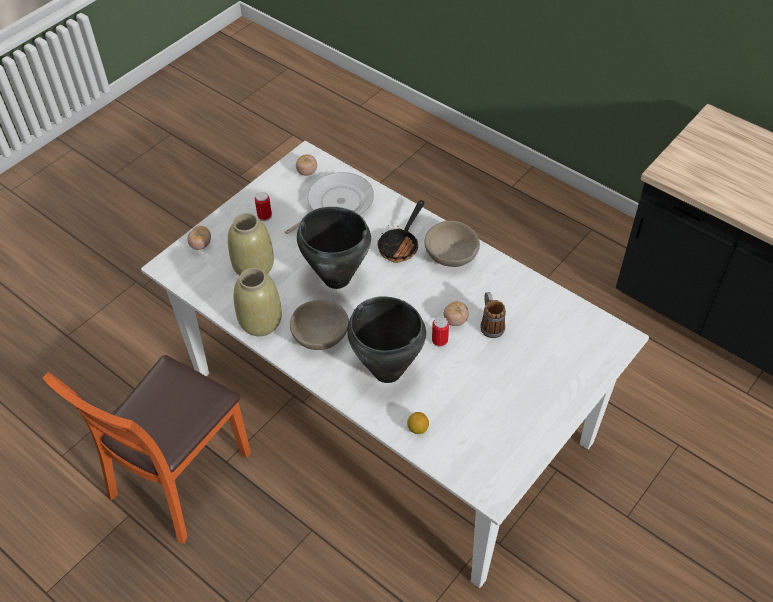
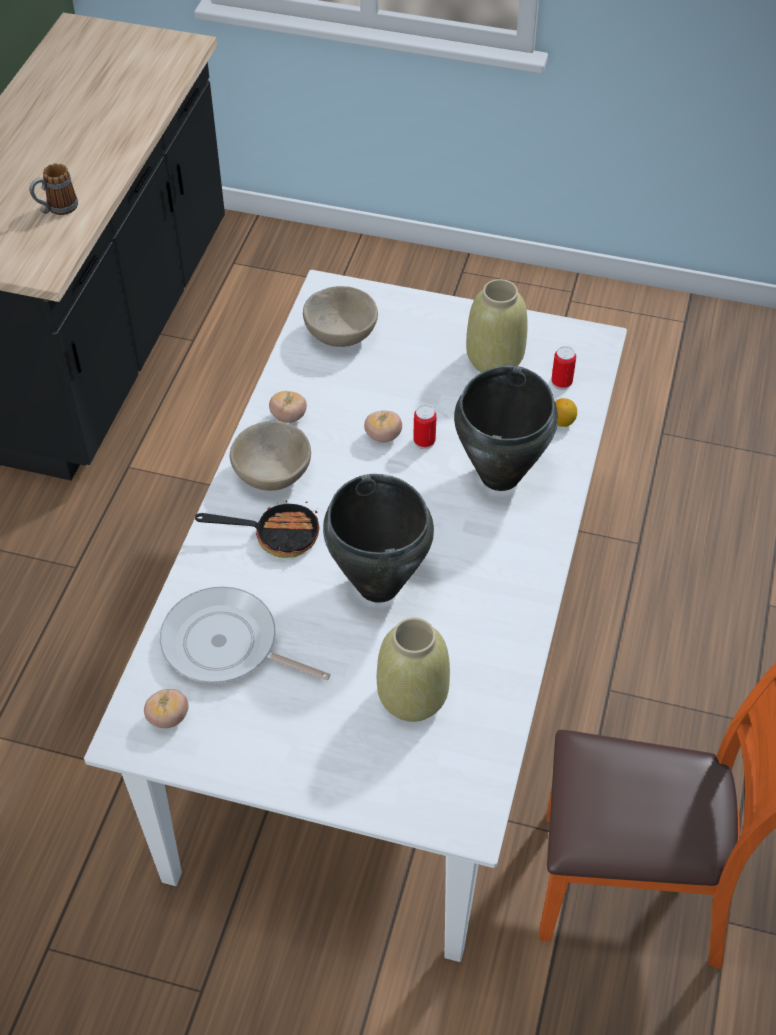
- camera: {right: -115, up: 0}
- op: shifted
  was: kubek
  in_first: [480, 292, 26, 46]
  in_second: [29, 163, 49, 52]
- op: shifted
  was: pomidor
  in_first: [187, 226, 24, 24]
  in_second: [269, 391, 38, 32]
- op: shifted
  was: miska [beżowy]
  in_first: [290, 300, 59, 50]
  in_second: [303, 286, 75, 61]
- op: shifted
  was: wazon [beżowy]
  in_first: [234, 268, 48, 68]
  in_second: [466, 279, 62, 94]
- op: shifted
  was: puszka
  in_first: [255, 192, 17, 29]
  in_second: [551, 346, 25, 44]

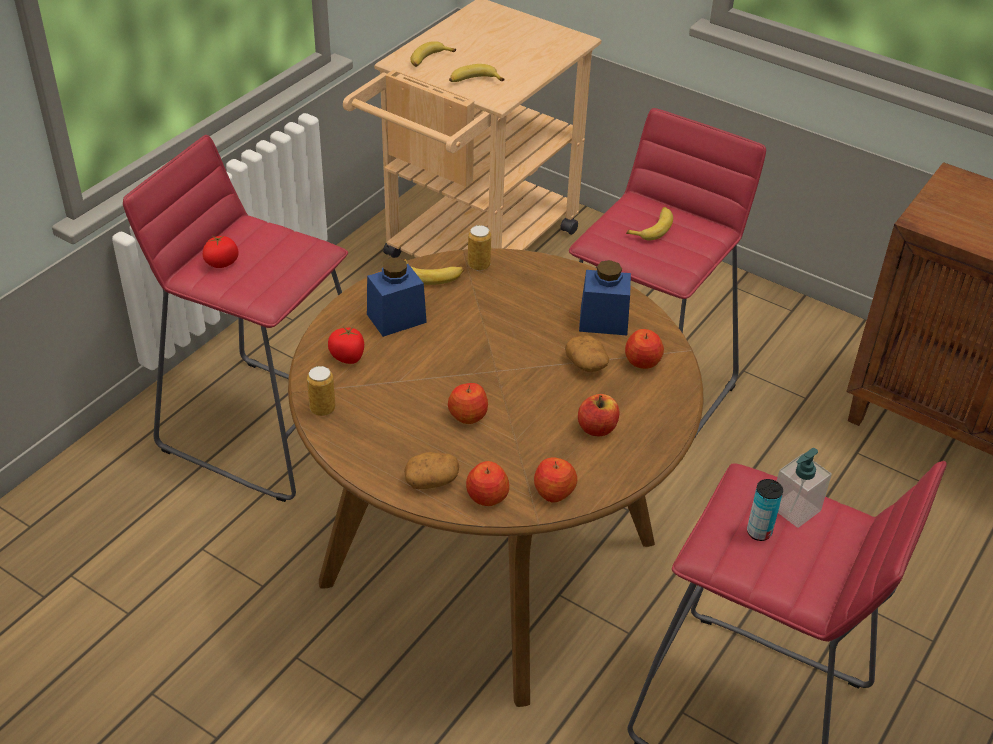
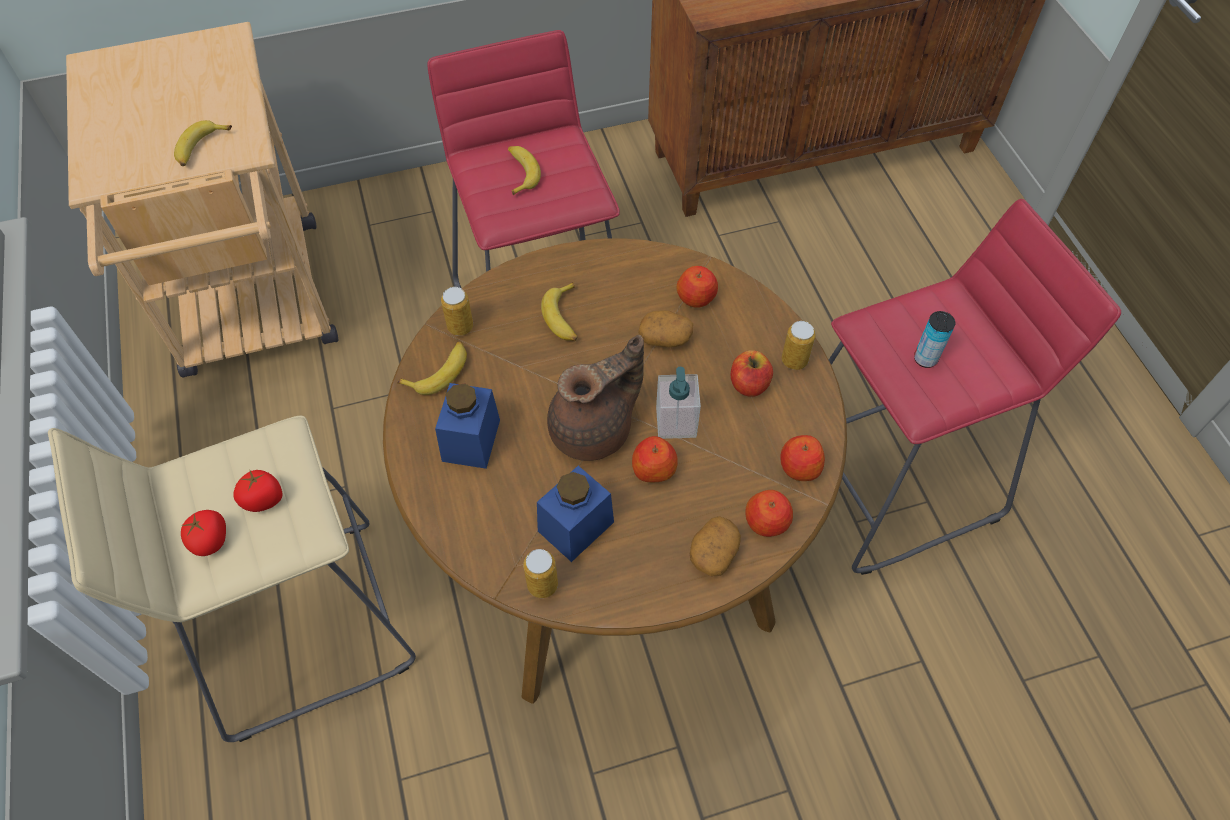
- camera: {right: -50, up: 15}
- op: repainted
  was: stołek [czerwony]
  now: stołek [beżowy]
  in_first: [123, 135, 225, 367]
  in_second: [48, 416, 368, 326]
- op: shifted
  was: pomidor
  in_first: [328, 326, 36, 38]
  in_second: [233, 469, 49, 43]
- op: shifted
  was: słoik [niebieski]
  in_first: [579, 260, 52, 75]
  in_second: [537, 466, 77, 96]
- op: shifted
  was: banan
  in_first: [410, 41, 46, 26]
  in_second: [541, 282, 37, 59]
- op: new
  now: imbryk [brązowy]
  in_second: [547, 335, 97, 126]
- op: shifted
  was: dozownik mydła
  in_first: [777, 448, 55, 80]
  in_second: [656, 367, 45, 72]
- op: new
  now: puszka
  in_second: [782, 321, 34, 49]

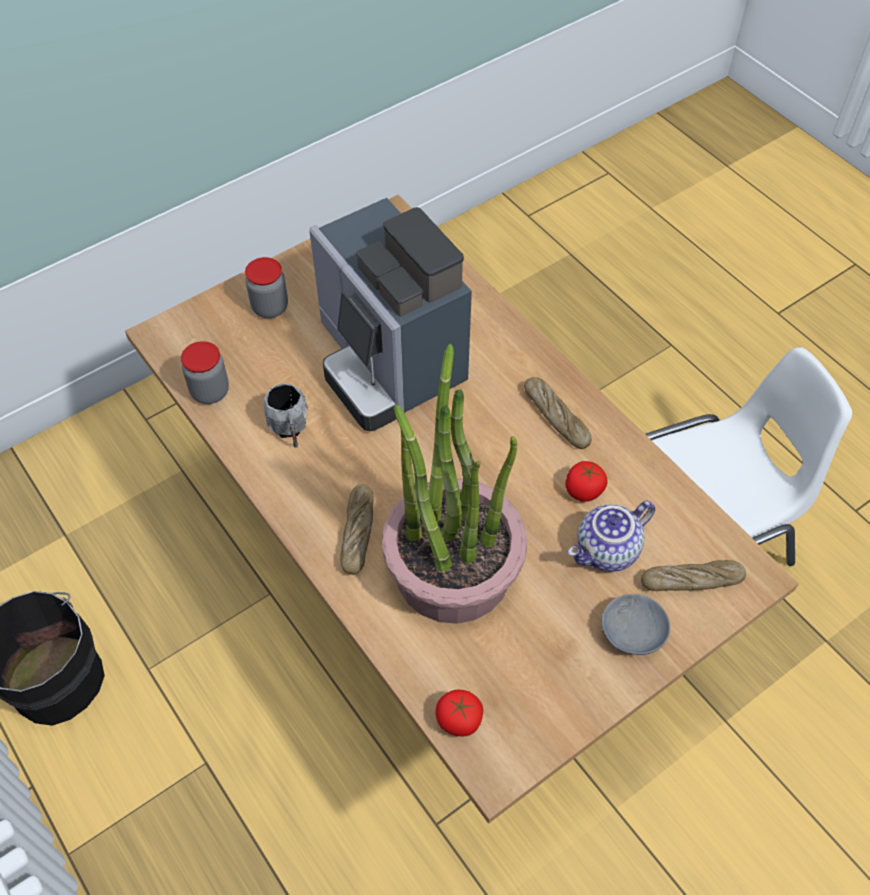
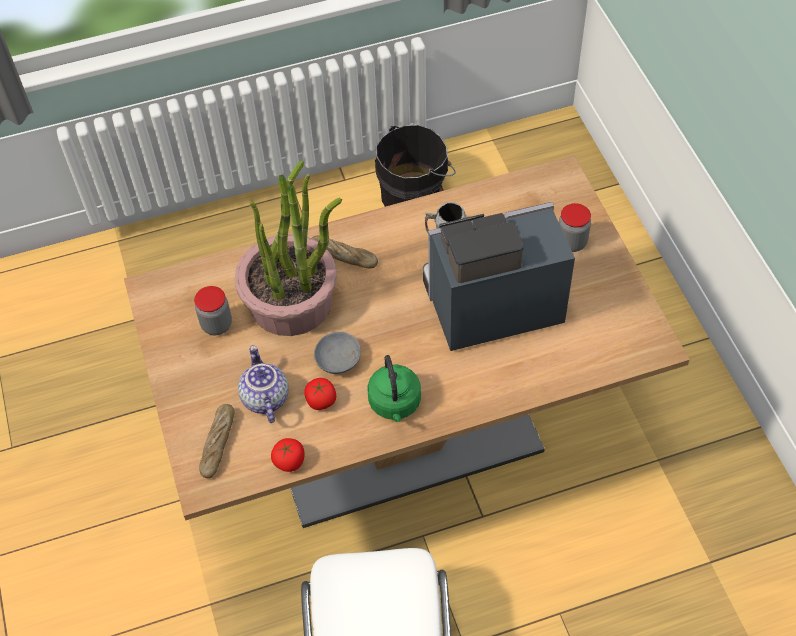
- camera: {right: 110, up: 0}
- op: shifted
  was: słoik
  in_first: [181, 341, 48, 63]
  in_second: [194, 286, 38, 49]
- op: shifted
  was: pomidor
  in_first: [435, 690, 48, 47]
  in_second: [271, 438, 34, 34]
- op: shifted
  was: miska [szary]
  in_first: [601, 594, 69, 61]
  in_second: [314, 332, 47, 42]
- op: swapped
  was: chleb
  now: czajnik [zielony]
  in_first: [524, 377, 67, 72]
  in_second: [367, 355, 54, 67]

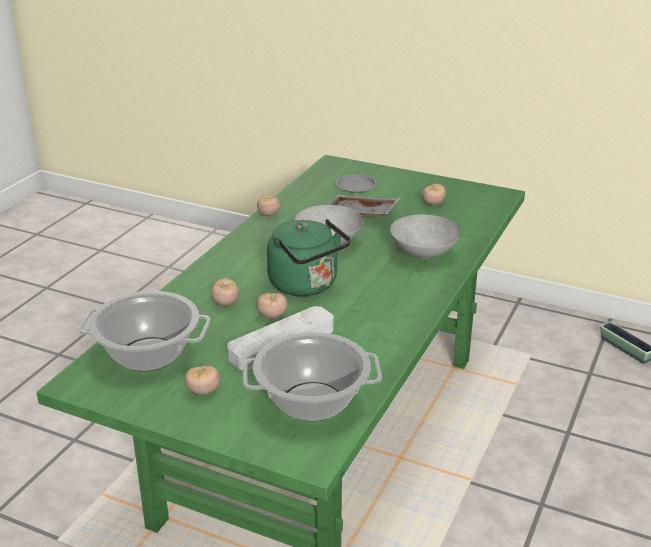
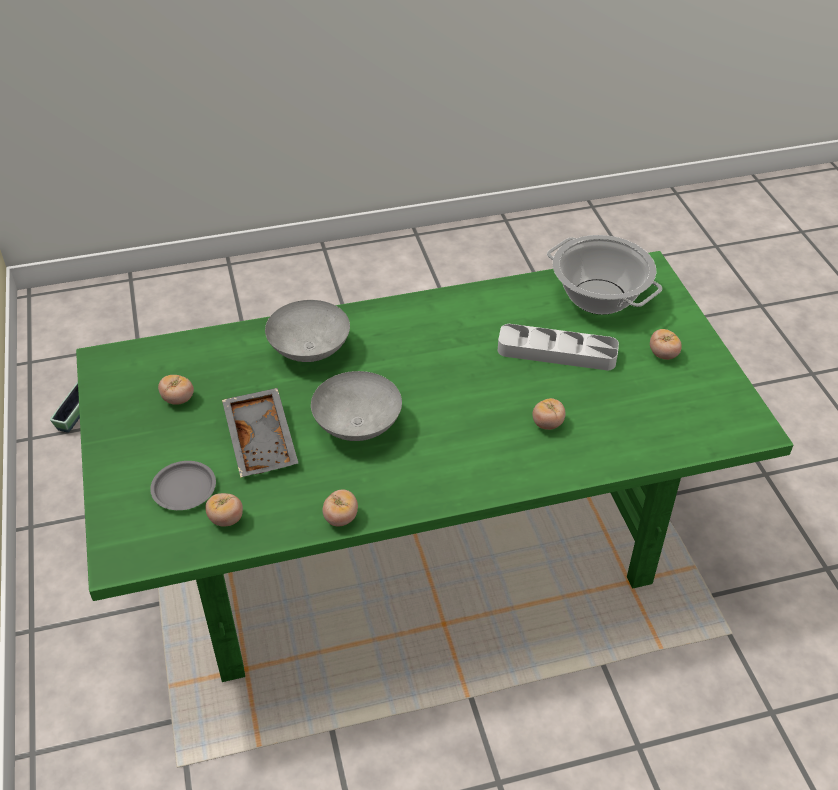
- camera: {right: -130, up: 15}
- op: shifted
  was: pomidor
  in_first: [257, 293, 31, 25]
  in_second: [205, 493, 38, 34]
- op: gone
  was: garnek
  in_first: [78, 291, 133, 80]
- op: gone
  was: czajnik [zielony]
  in_first: [267, 219, 84, 77]

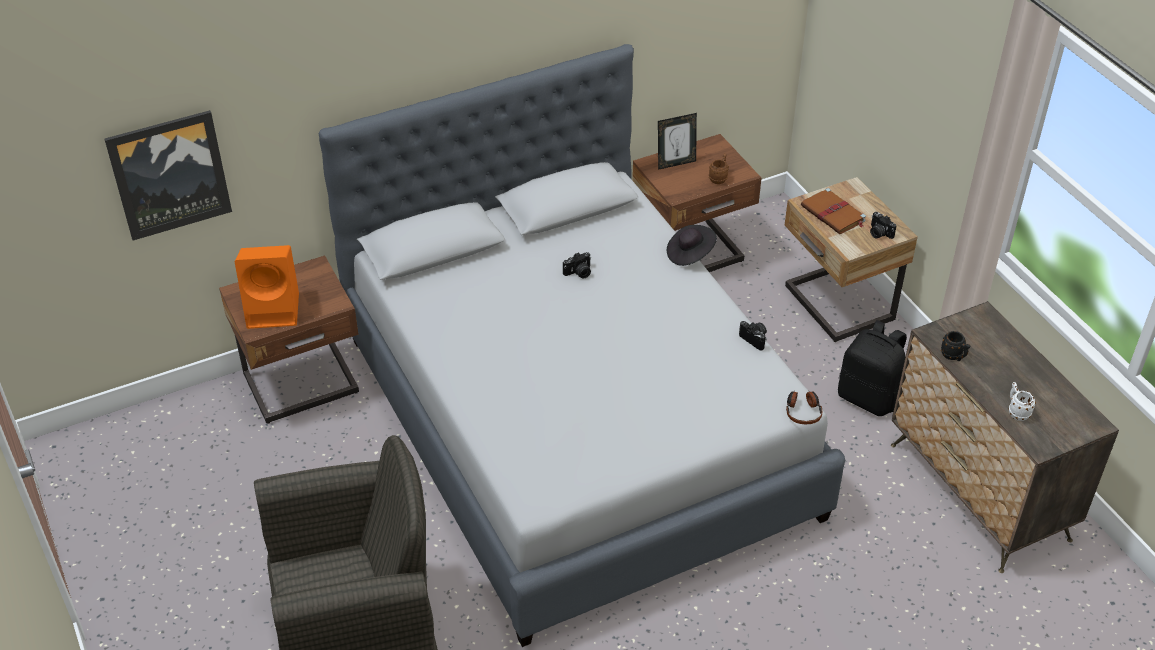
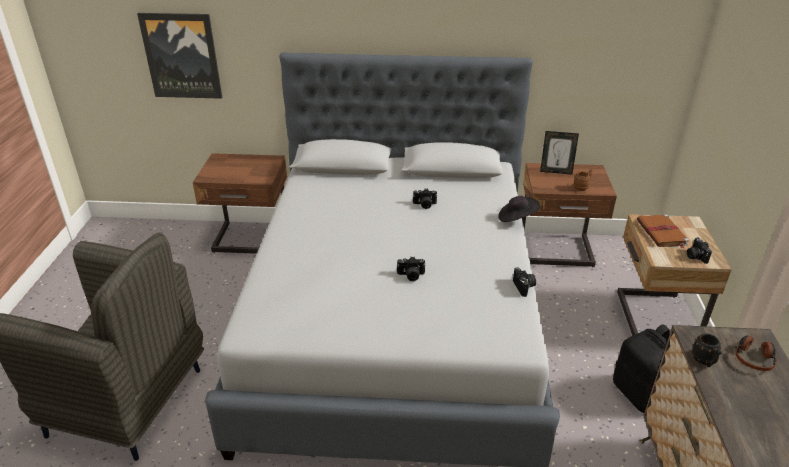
- camera: {right: 30, up: -10}
- op: new
  now: aparat fotograficzny
  in_second: [397, 257, 29, 24]
- op: shifted
  was: słuchawki
  in_first: [786, 390, 36, 34]
  in_second: [736, 335, 41, 36]
- op: gone
  was: głośnik [pomarańczowy]
  in_first: [235, 245, 64, 84]
- op: gone
  was: kubek [biały]
  in_first: [1009, 382, 27, 39]

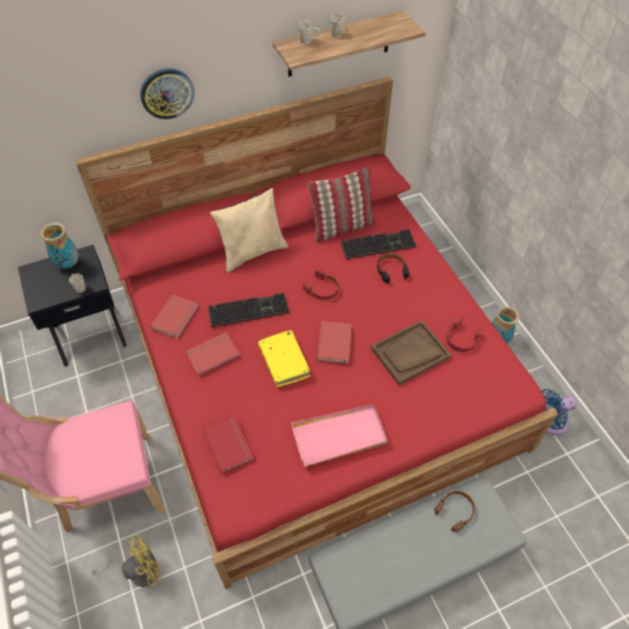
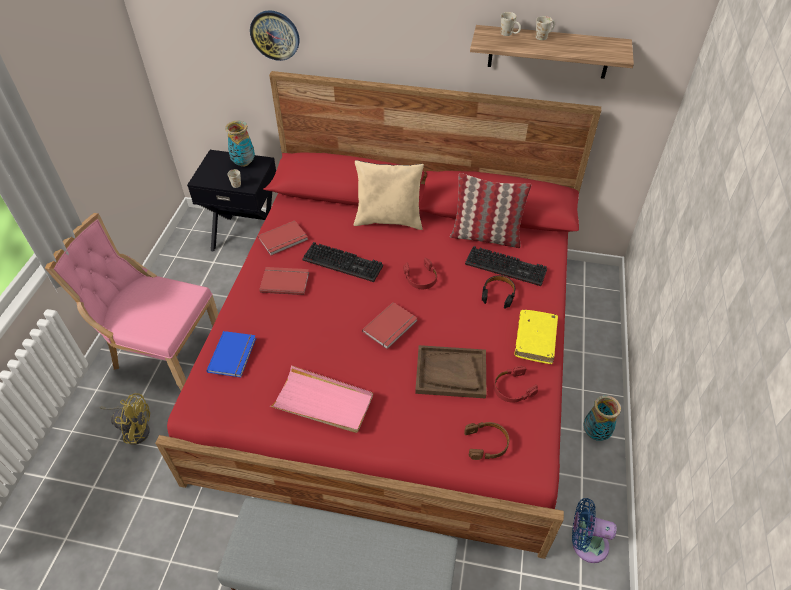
- camera: {right: 35, up: -5}
- op: repainted
  was: książka [czerwony]
  now: książka [niebieski]
  in_first: [203, 416, 51, 58]
  in_second: [207, 331, 49, 46]
- op: shifted
  was: zegar ścienny
  in_first: [140, 68, 54, 51]
  in_second: [250, 10, 49, 51]
- op: shifted
  was: słuchawki [brązowy]
  in_first: [434, 491, 41, 41]
  in_second: [464, 422, 45, 38]
- op: shifted
  was: książka [żółty]
  in_first: [258, 330, 52, 57]
  in_second: [514, 310, 44, 54]

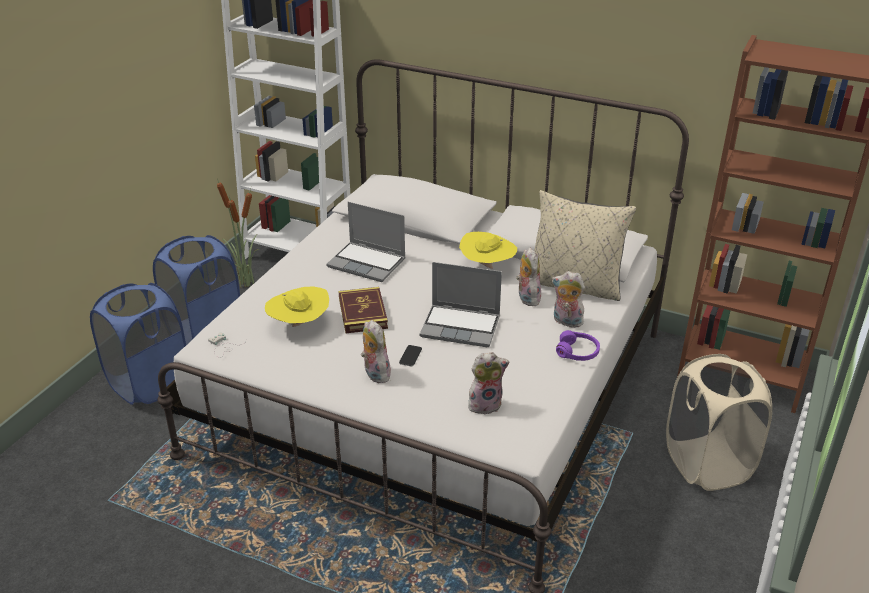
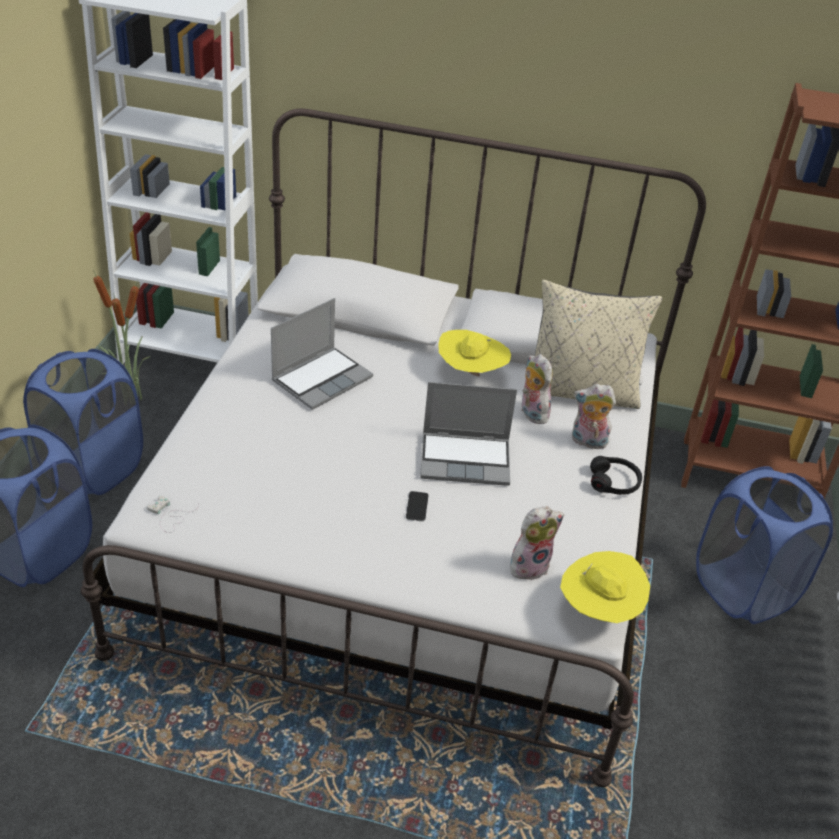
- camera: {right: -15, up: 5}
- op: rotated
  was: laptop
  in_first: [326, 202, 80, 80]
  in_second: [271, 298, 102, 112]
  clockwise: -60
- op: shifted
  was: kapelusz [żółty]
  in_first: [265, 286, 64, 41]
  in_second: [560, 551, 90, 72]
- op: repainted
  was: słuchawki [fioletowy]
  now: słuchawki [czarny]
  in_first: [556, 330, 44, 31]
  in_second: [590, 456, 52, 39]
- op: repainted
  was: kosz na pranie [beżowy]
  now: kosz na pranie [niebieski]
  in_first: [666, 354, 106, 137]
  in_second: [696, 466, 137, 158]
- op: gone
  was: książka
  in_first: [339, 287, 49, 46]
- op: gone
  was: pluszak
  in_first: [361, 320, 30, 63]

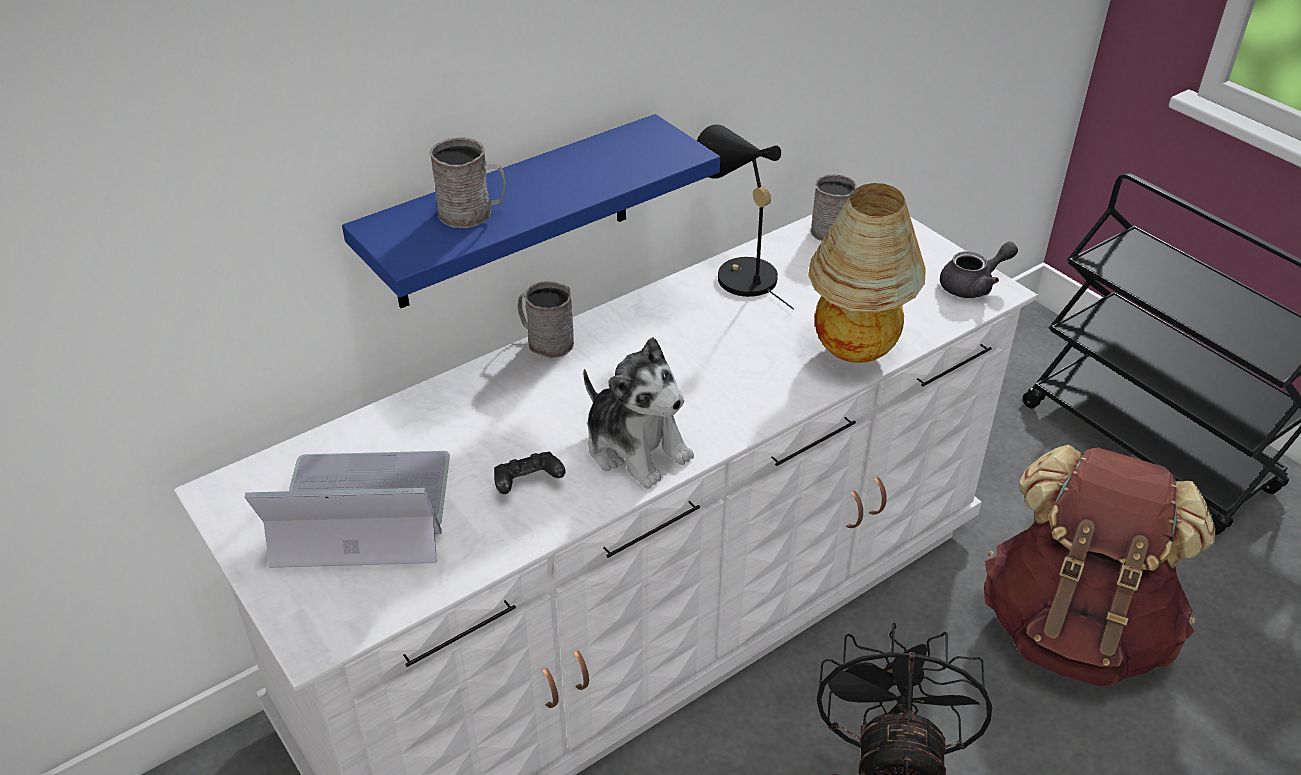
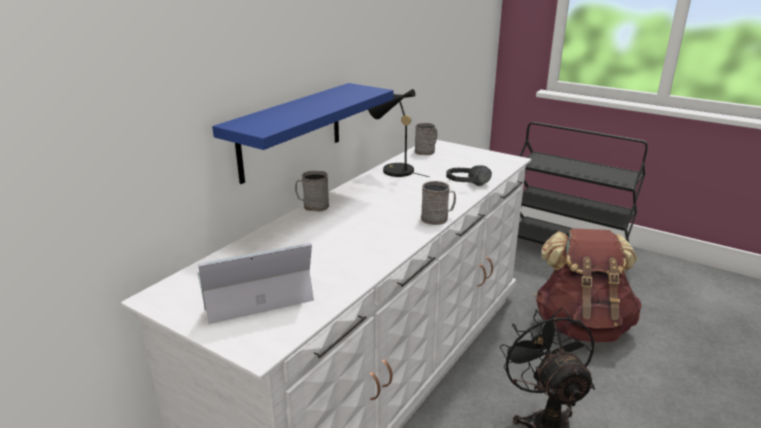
- camera: {right: -20, up: -15}
- op: shifted
  was: kubek [szary]
  in_first: [429, 137, 77, 91]
  in_second: [421, 181, 35, 44]
- op: swapped
  was: lampa stołowa
  now: słuchawki [czarny]
  in_first: [808, 183, 118, 180]
  in_second: [446, 165, 46, 21]
- op: gone
  was: pad do gier [czarny]
  in_first: [494, 452, 72, 42]
- op: gone
  was: pluszak
  in_first: [583, 337, 111, 152]
- op: gone
  was: imbryk [szary]
  in_first: [940, 242, 78, 56]

